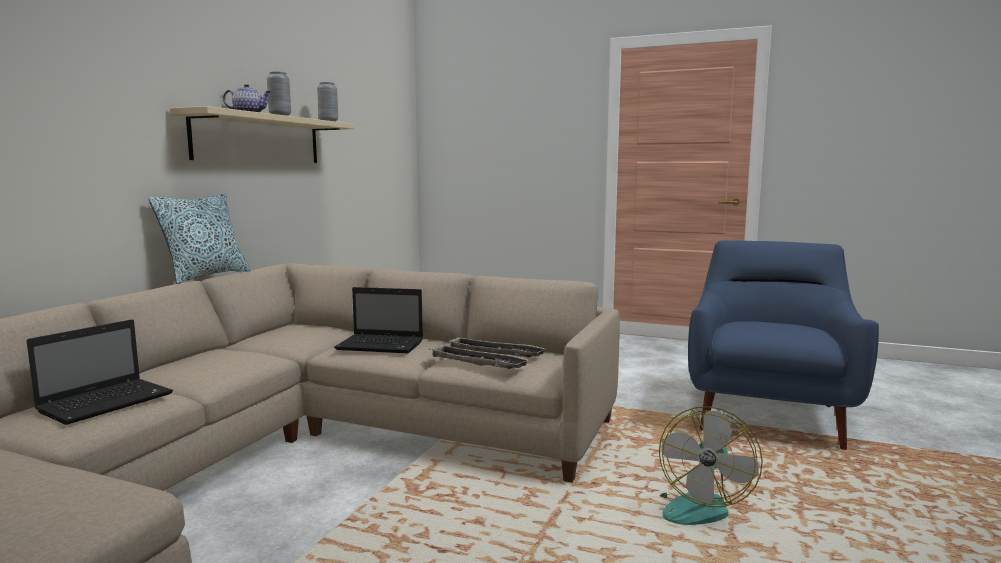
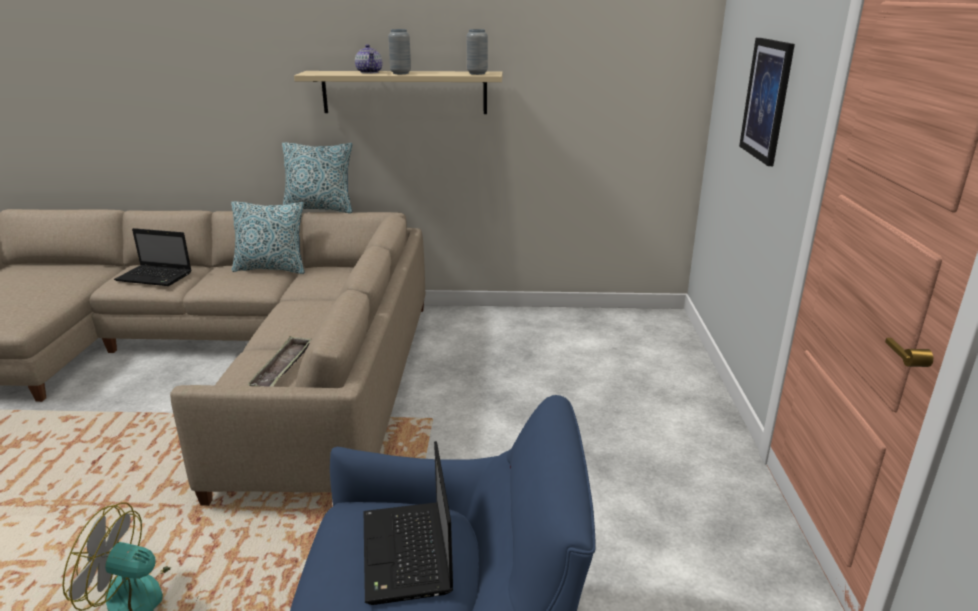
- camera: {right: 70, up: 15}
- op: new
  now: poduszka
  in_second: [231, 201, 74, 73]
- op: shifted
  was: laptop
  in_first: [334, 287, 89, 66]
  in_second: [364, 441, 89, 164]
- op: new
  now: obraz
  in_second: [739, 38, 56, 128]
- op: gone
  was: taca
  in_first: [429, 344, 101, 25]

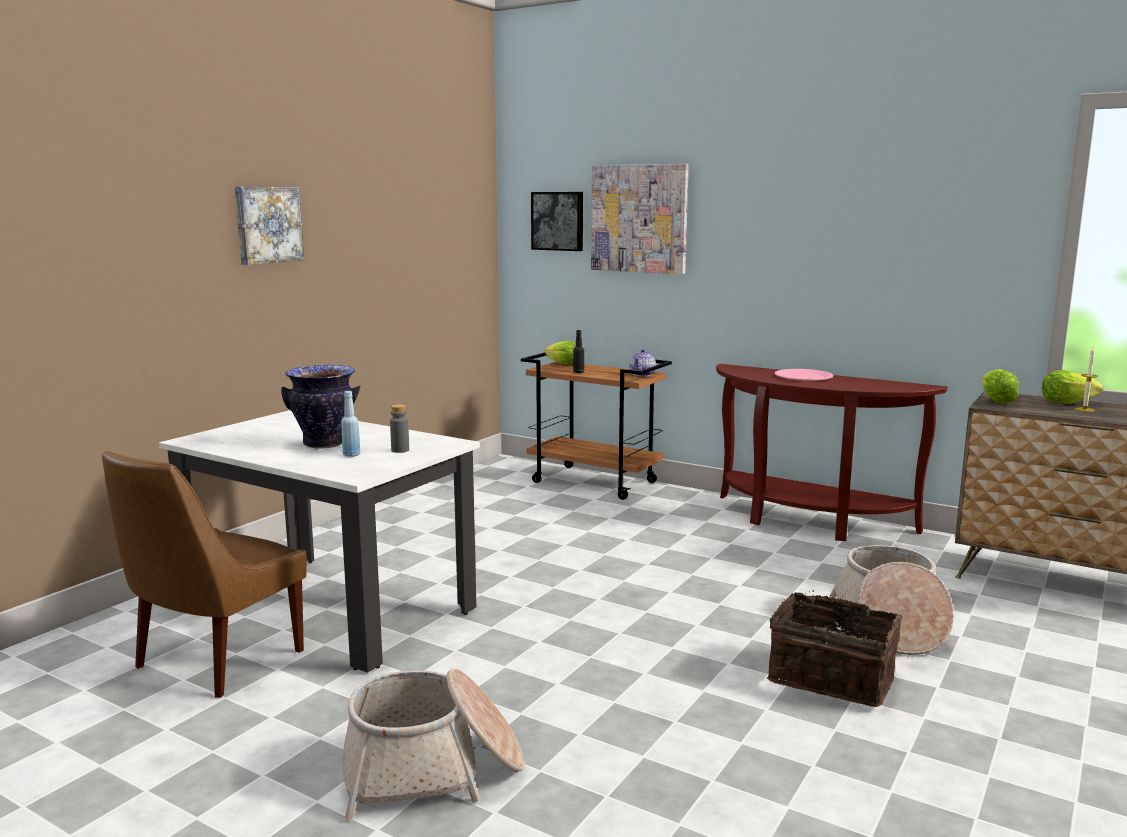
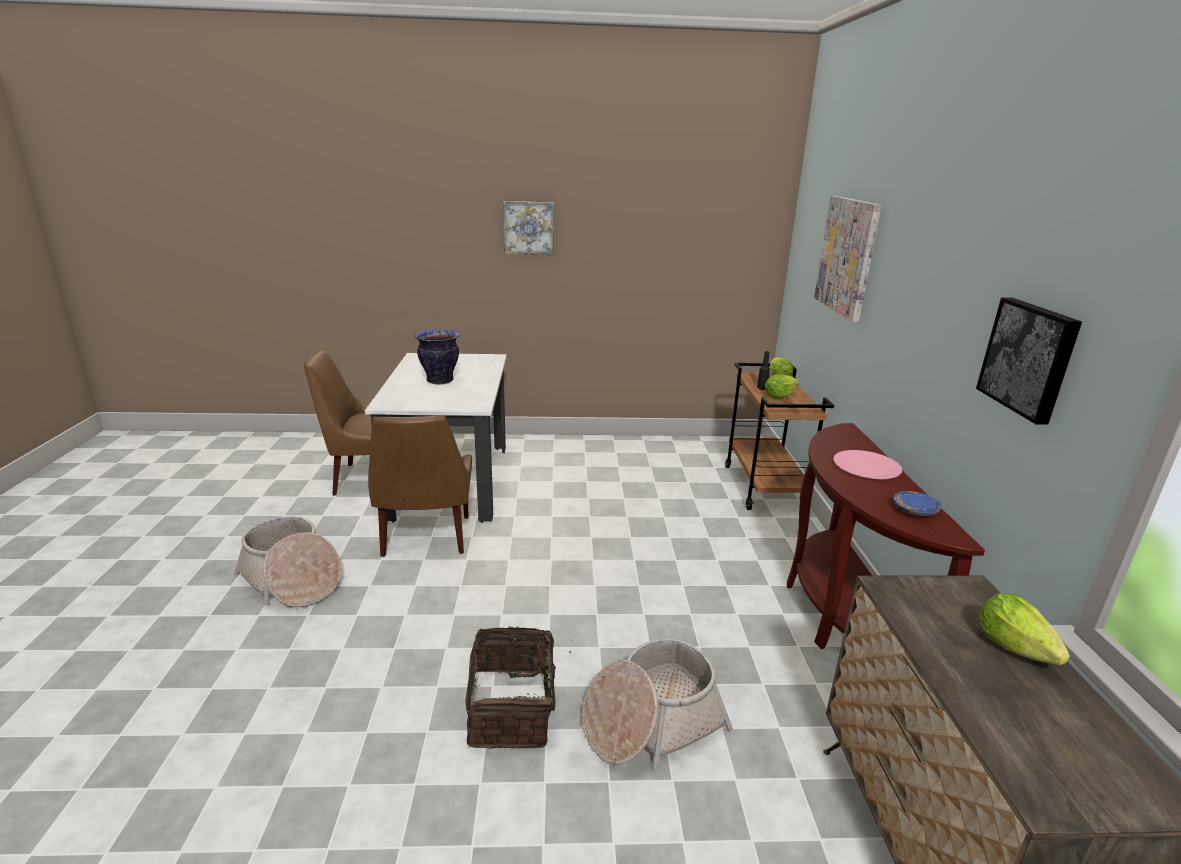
- camera: {right: 55, up: 10}
- op: new
  now: krzesło [brązowy]
  in_second: [368, 416, 104, 141]
- op: shifted
  was: sałata
  in_first: [982, 369, 37, 35]
  in_second: [765, 374, 34, 25]
- op: new
  now: talerz [niebieski]
  in_second: [893, 491, 49, 25]
- op: shifted
  was: obraz
  in_first: [531, 192, 52, 59]
  in_second: [976, 297, 106, 128]
- op: gone
  was: butelka [niebieski]
  in_first: [341, 391, 19, 66]
- op: gone
  was: butelka [szary]
  in_first: [390, 404, 19, 49]
- op: gone
  was: imbryk
  in_first: [629, 349, 27, 27]
- op: gone
  was: świeca
  in_first: [1075, 346, 23, 66]

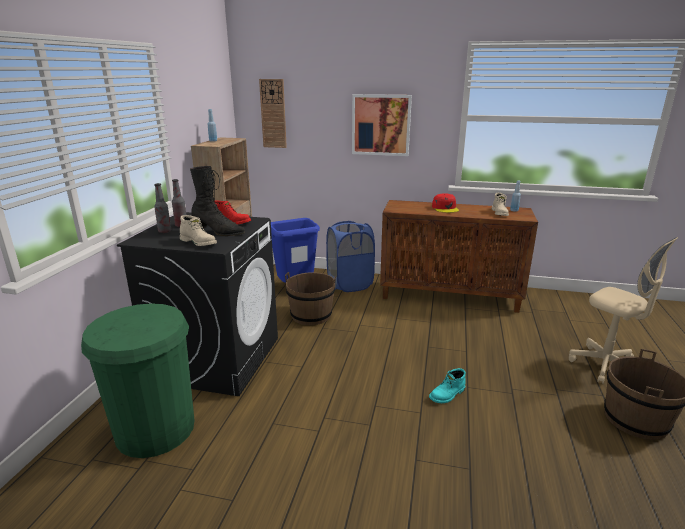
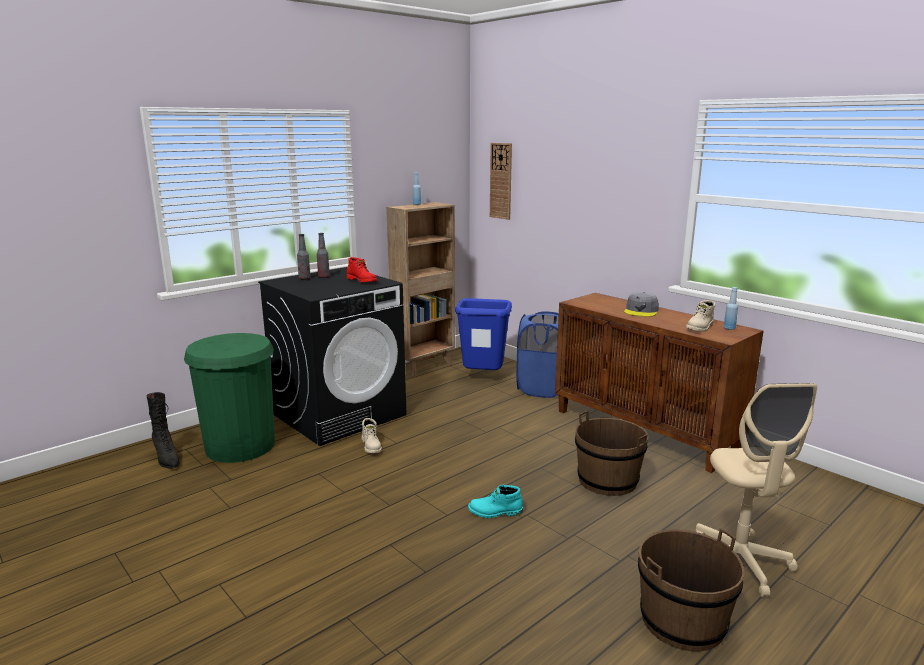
- camera: {right: 35, up: -5}
- op: shifted
  was: but z cholewką [czarny]
  in_first: [190, 166, 55, 70]
  in_second: [147, 392, 33, 77]
- op: shifted
  was: but z cholewką [beżowy]
  in_first: [180, 215, 37, 31]
  in_second: [362, 418, 20, 35]
- op: shifted
  was: wiadro [brązowy]
  in_first: [285, 272, 51, 53]
  in_second: [575, 411, 73, 85]
- op: repainted
  was: czapka z daszkiem [czerwony]
  now: czapka z daszkiem [szary]
  in_first: [432, 194, 27, 19]
  in_second: [624, 292, 35, 25]
- op: gone
  was: obraz
  in_first: [352, 94, 60, 62]

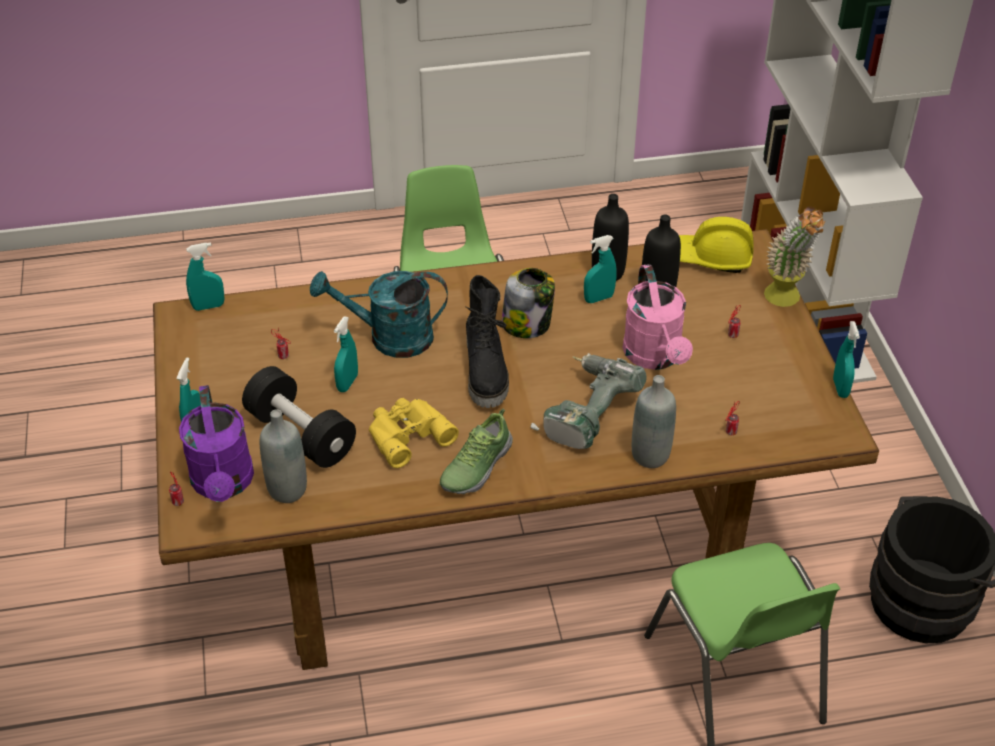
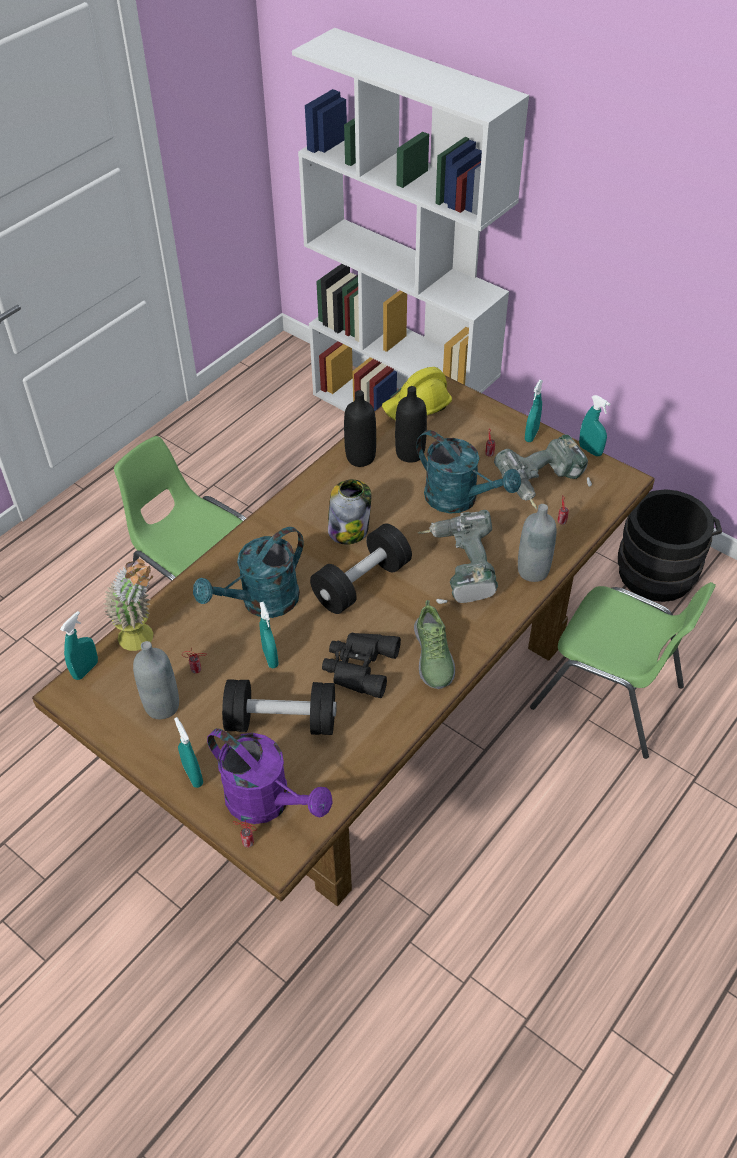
- camera: {right: -40, up: 5}
- op: shifted
  was: roślina doniczkowa
  in_first: [764, 206, 62, 101]
  in_second: [103, 559, 51, 92]
- op: shifted
  was: butelka [szary]
  in_first: [260, 409, 47, 94]
  in_second: [133, 641, 46, 78]
- op: swapped
  was: but z cholewką [czarny]
  now: hantel [czarny]
  in_first: [465, 275, 44, 133]
  in_second: [310, 524, 102, 90]
- op: repainted
  was: lornetka [żółty]
  now: lornetka [czarny]
  in_first: [369, 398, 90, 70]
  in_second: [322, 632, 79, 66]
- op: repainted
  was: konewka [różowy]
  now: konewka [turkusowy]
  in_first: [623, 264, 70, 106]
  in_second: [416, 430, 105, 83]
- op: new
  now: wiertarka
  in_second: [494, 434, 98, 75]
- op: shifted
  was: spryskiwacz [turkusowy]
  in_first: [584, 235, 33, 68]
  in_second: [525, 380, 18, 62]

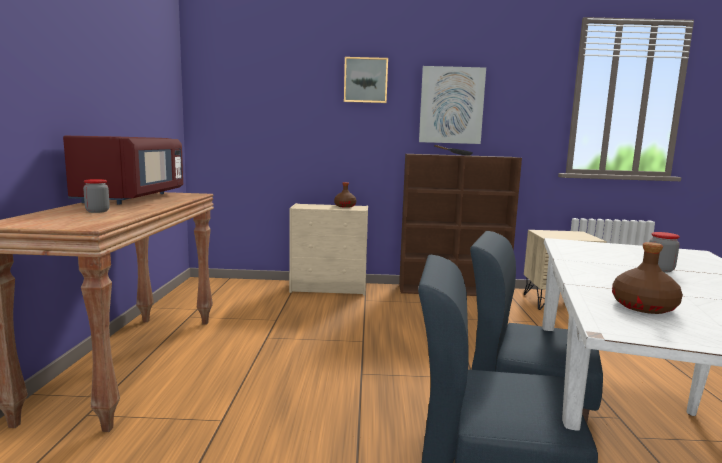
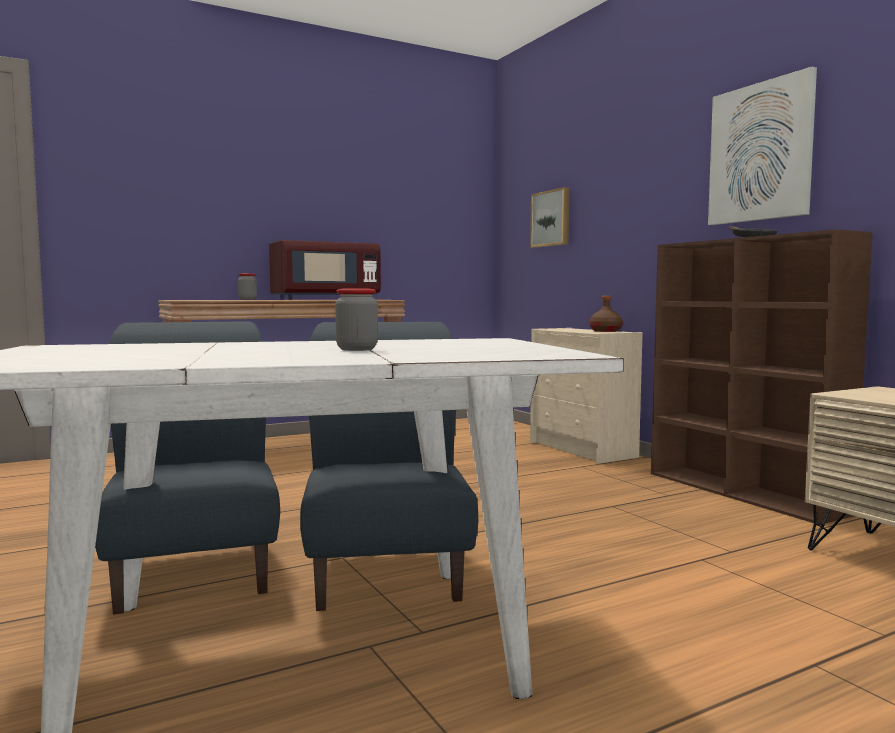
- camera: {right: 60, up: -5}
- op: shifted
  was: obraz
  in_first: [344, 57, 44, 46]
  in_second: [530, 187, 39, 61]
- op: gone
  was: butelka [brązowy]
  in_first: [612, 242, 71, 72]

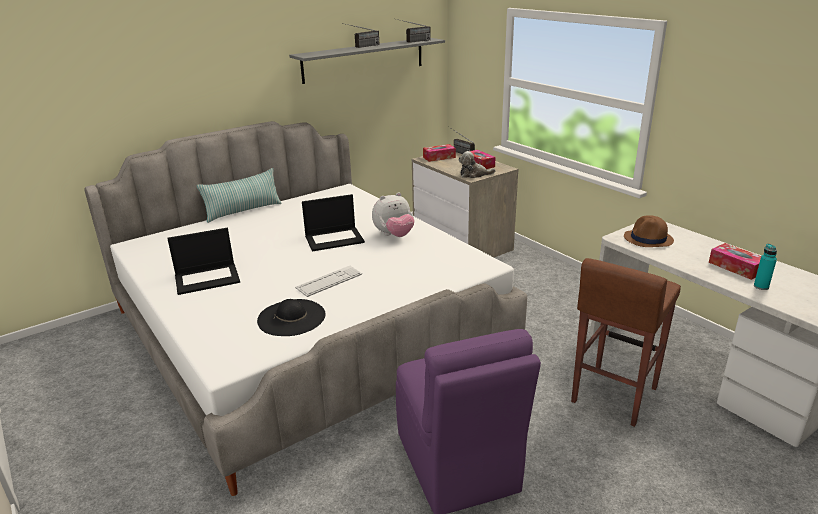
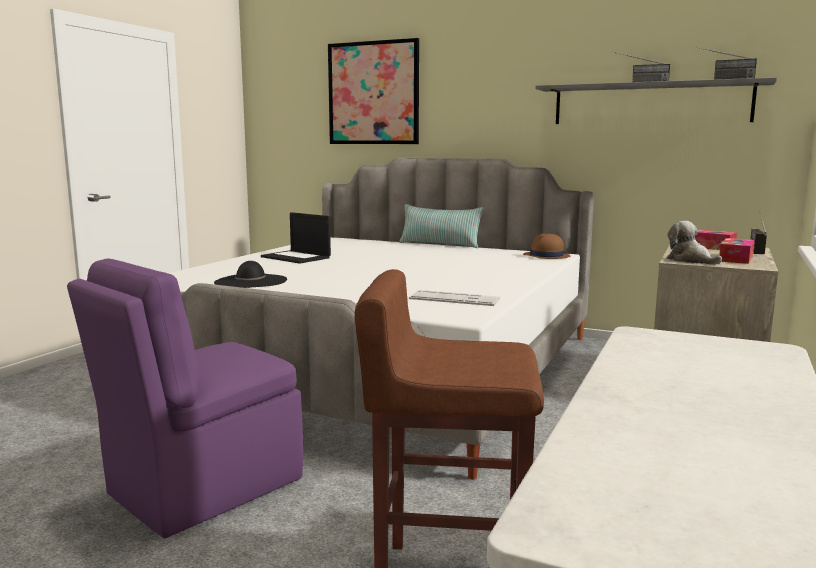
- camera: {right: 60, up: -15}
- op: new
  now: obraz
  in_second: [328, 38, 91, 106]
- op: shifted
  was: klawiatura
  in_first: [295, 266, 67, 31]
  in_second: [409, 290, 91, 16]
- op: shifted
  was: kapelusz [brązowy]
  in_first: [624, 215, 50, 32]
  in_second: [523, 233, 47, 26]
- op: gone
  was: laptop
  in_first: [302, 194, 63, 57]
- op: gone
  was: pluszak
  in_first: [372, 192, 42, 45]
- op: gone
  was: pudełko chusteczek
  in_first: [709, 243, 52, 37]
- op: gone
  was: butelka [turkusowy]
  in_first: [754, 244, 23, 46]

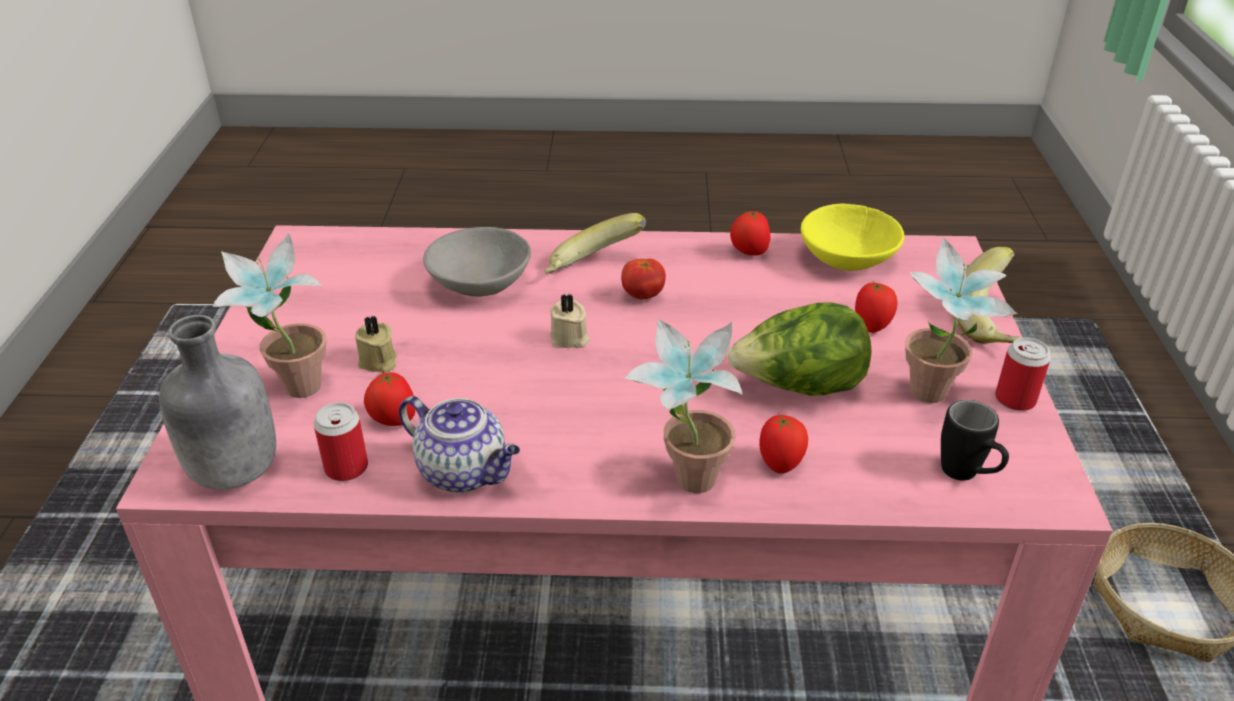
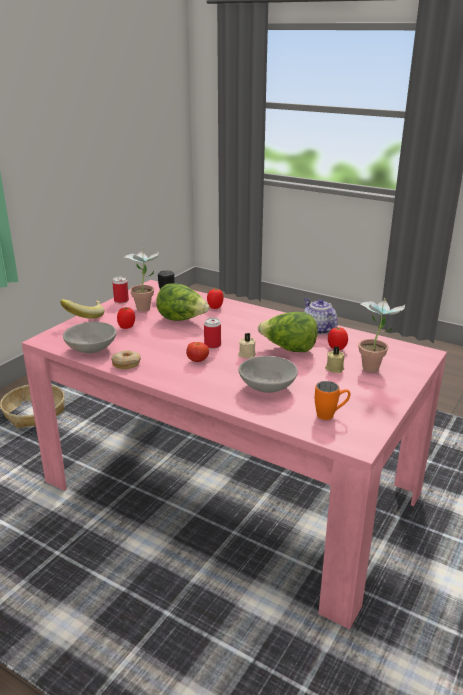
- camera: {right: -150, up: -10}
- op: repainted
  was: miska [żółty]
  now: miska [szary]
  in_first: [801, 204, 103, 67]
  in_second: [63, 322, 54, 31]
- op: swapped
  was: pomidor
  now: donut
  in_first: [730, 211, 40, 45]
  in_second: [111, 350, 30, 19]
- op: shifted
  was: puszka
  in_first: [314, 402, 54, 79]
  in_second: [204, 318, 17, 31]
- op: new
  now: sałata
  in_second: [258, 312, 60, 40]
- op: new
  now: kubek [pomarańczowy]
  in_second: [315, 381, 35, 39]
- op: gone
  was: butelka [szary]
  in_first: [159, 315, 117, 175]
- op: gone
  was: banan
  in_first: [544, 213, 102, 61]
- op: gone
  was: roślina doniczkowa
  in_first: [625, 319, 118, 174]

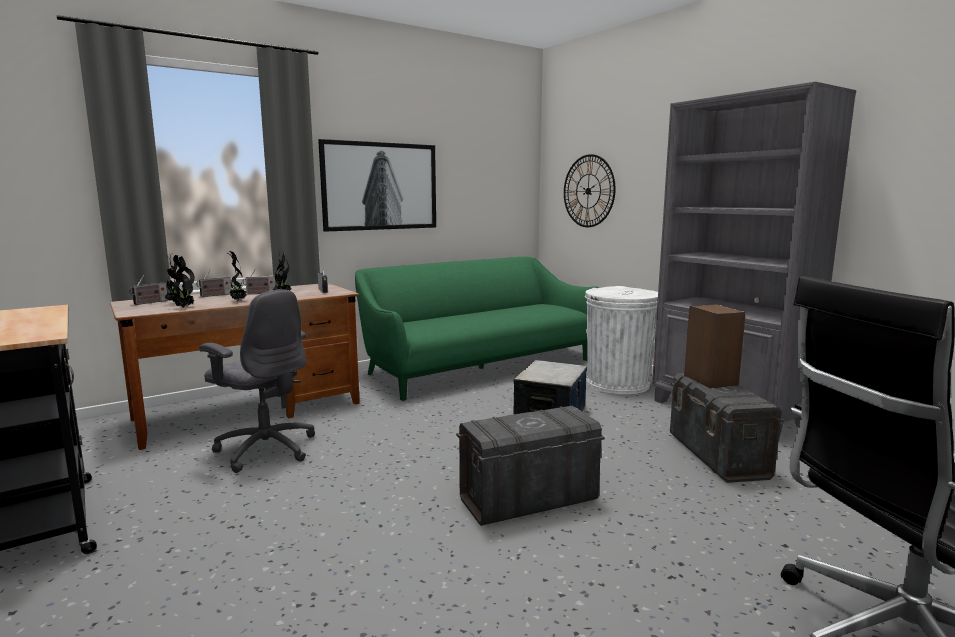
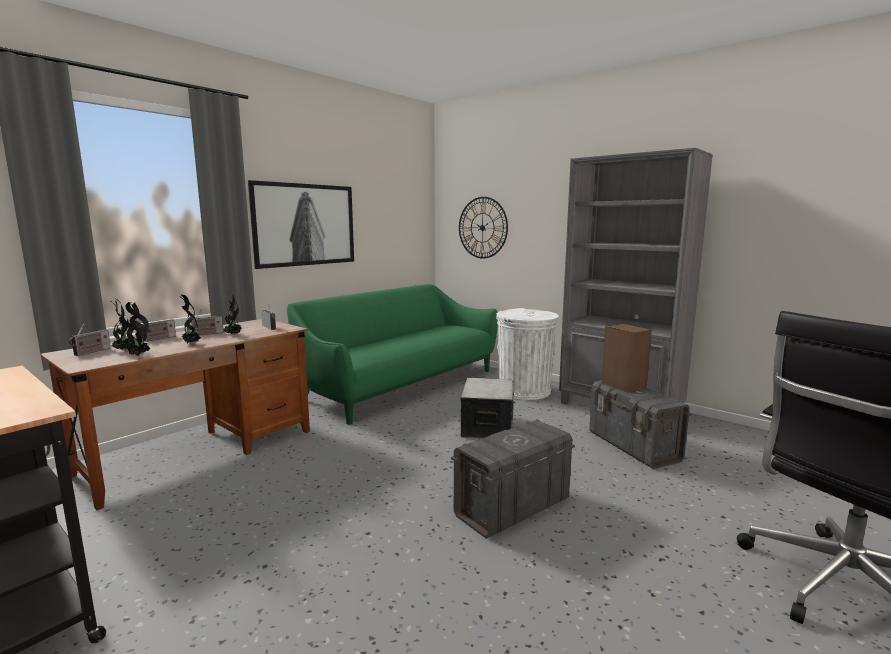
- camera: {right: -15, up: 0}
- op: gone
  was: krzesło biurowe [szary]
  in_first: [199, 289, 116, 184]

